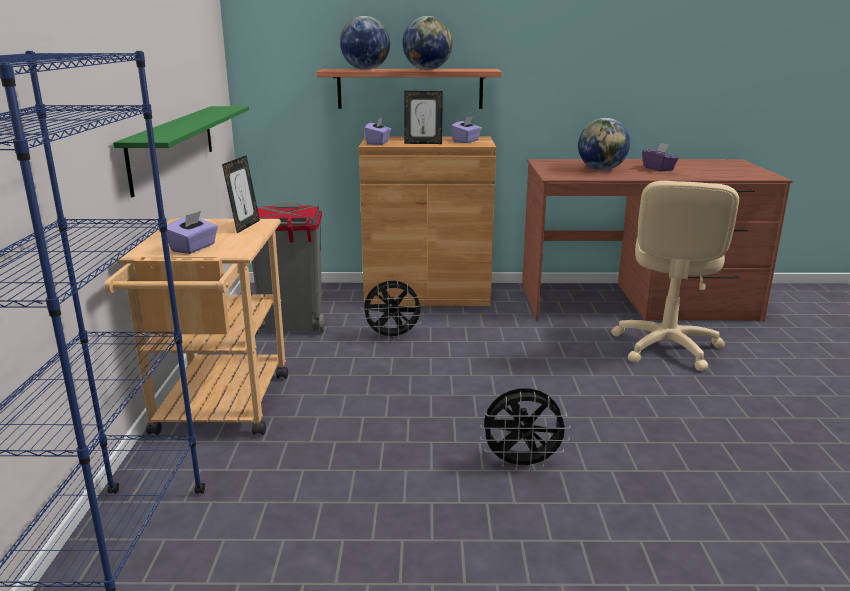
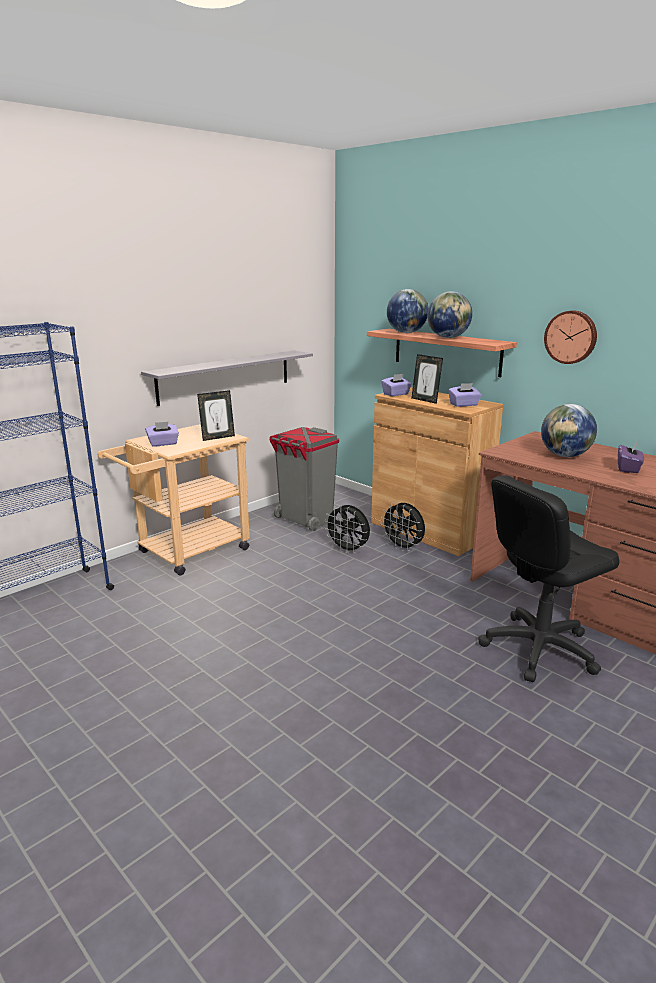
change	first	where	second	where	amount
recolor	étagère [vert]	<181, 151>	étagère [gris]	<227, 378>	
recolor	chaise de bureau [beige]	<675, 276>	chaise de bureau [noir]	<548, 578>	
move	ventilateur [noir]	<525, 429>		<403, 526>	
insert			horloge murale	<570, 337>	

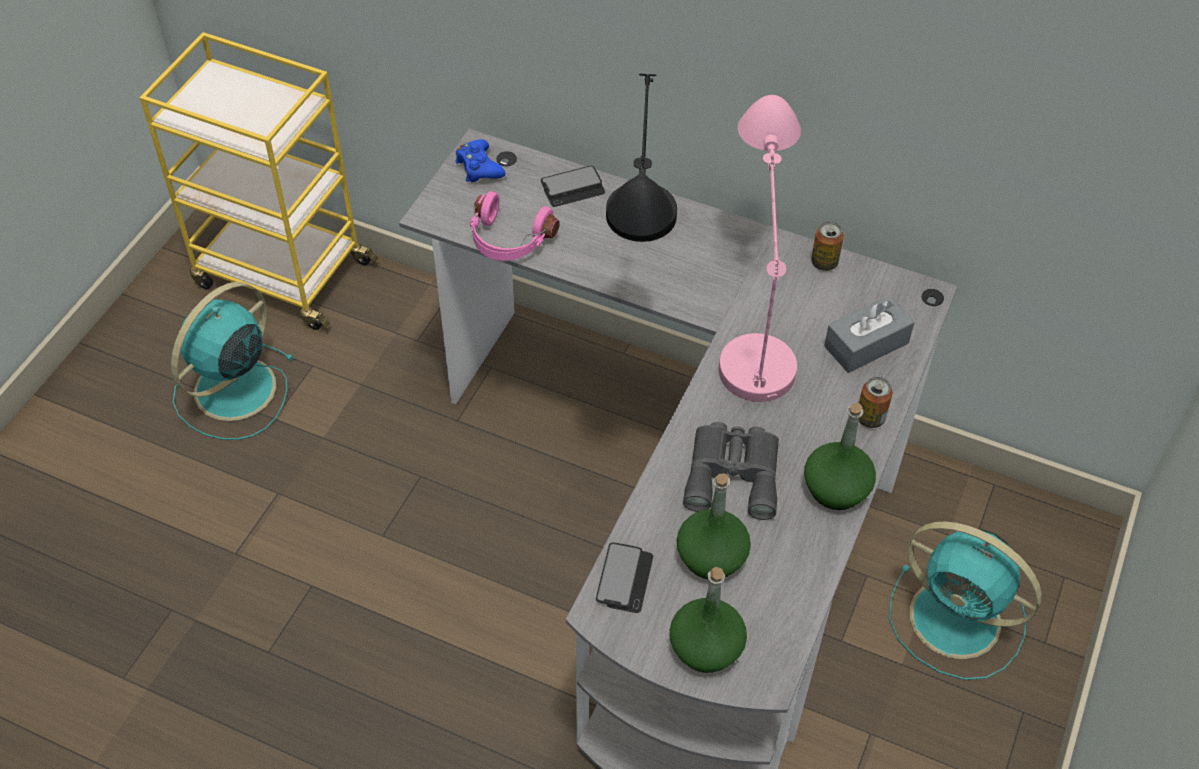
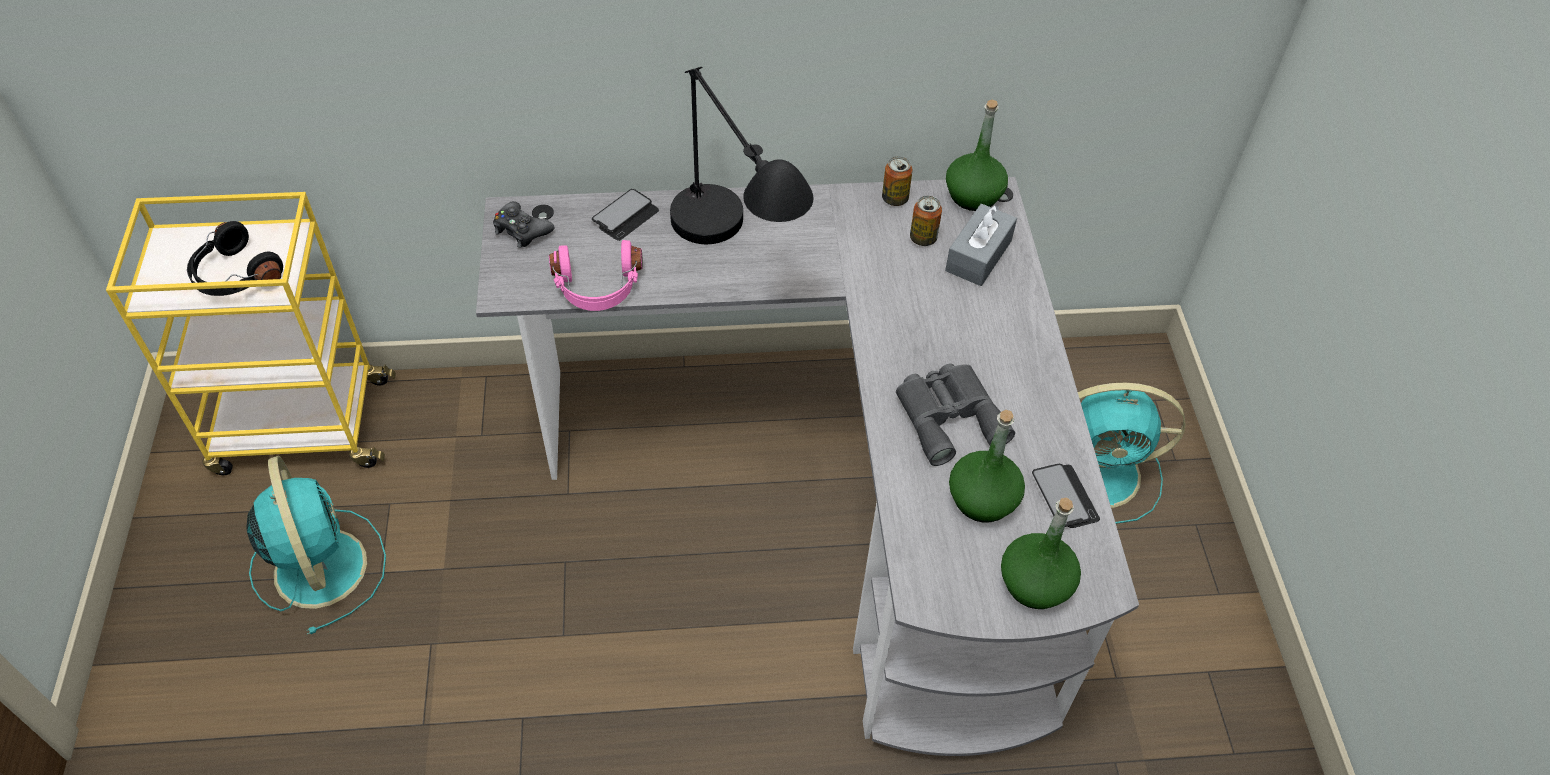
change	first	where	second	where	amount
delete	lampe de table [rose]	<760, 248>			
recolor	manette [bleu]	<480, 160>	manette [noir]	<523, 224>	
rotate	ventilateur [turquoise]	<233, 361>		<316, 545>	150 degrees clockwise
move	boîte métallique	<876, 402>		<926, 221>	
move	bouteille [vert]	<840, 456>		<977, 155>	
move	téléphone	<624, 577>		<1066, 496>	
insert			casque audio [noir]	<235, 258>	

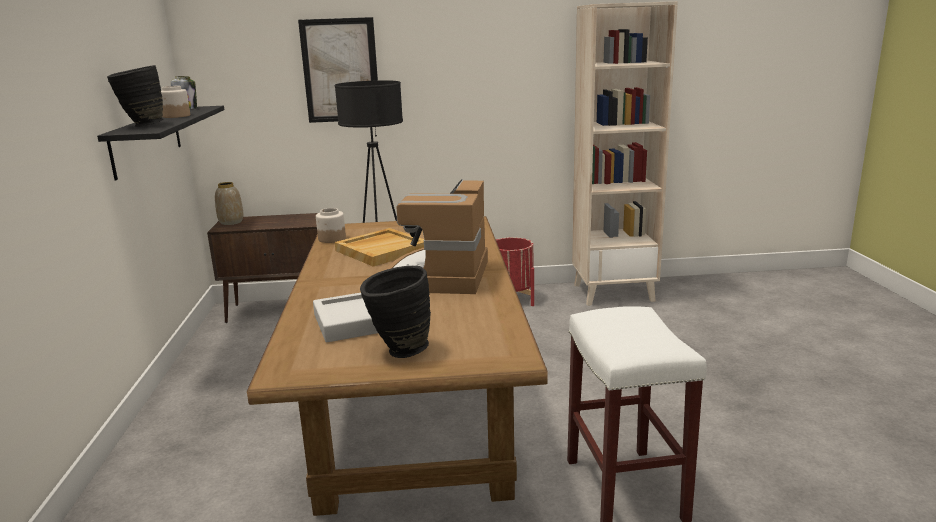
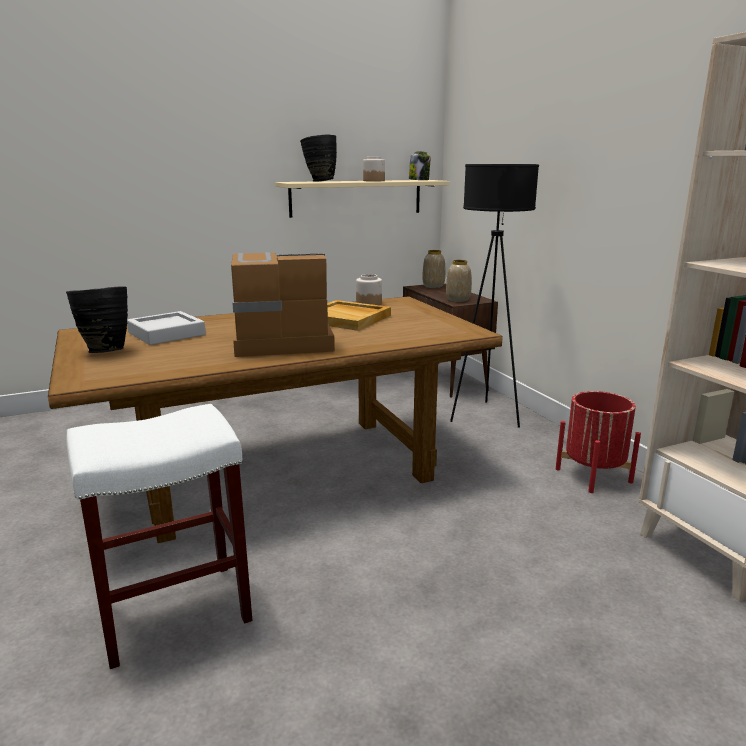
change	first	where	second	where	amount
delete	tableau	<338, 70>			
recolor	étagère [noir]	<160, 143>	étagère [beige]	<362, 199>	
insert			vase	<459, 281>	

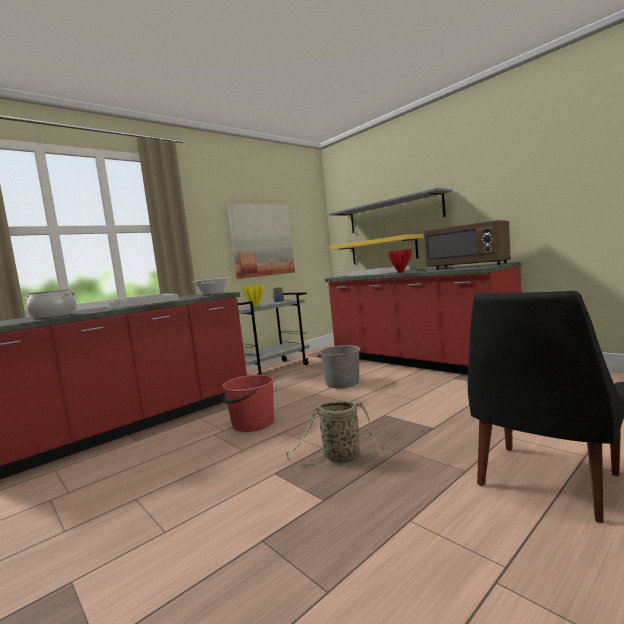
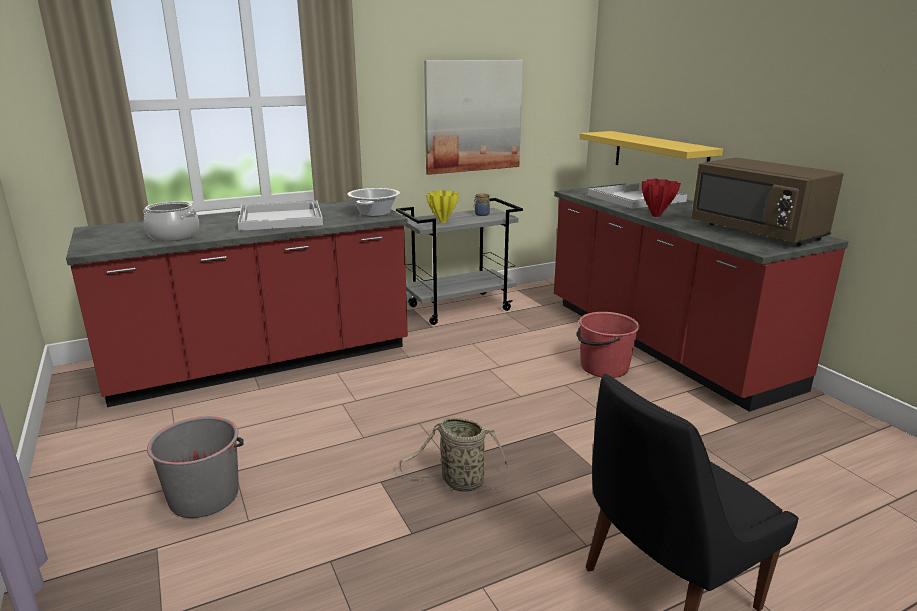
change	first	where	second	where	amount
delete	étagère [gris]	<391, 210>			
move	seau [gris]	<339, 367>		<195, 467>	
move	seau [rouge]	<248, 403>		<608, 345>	

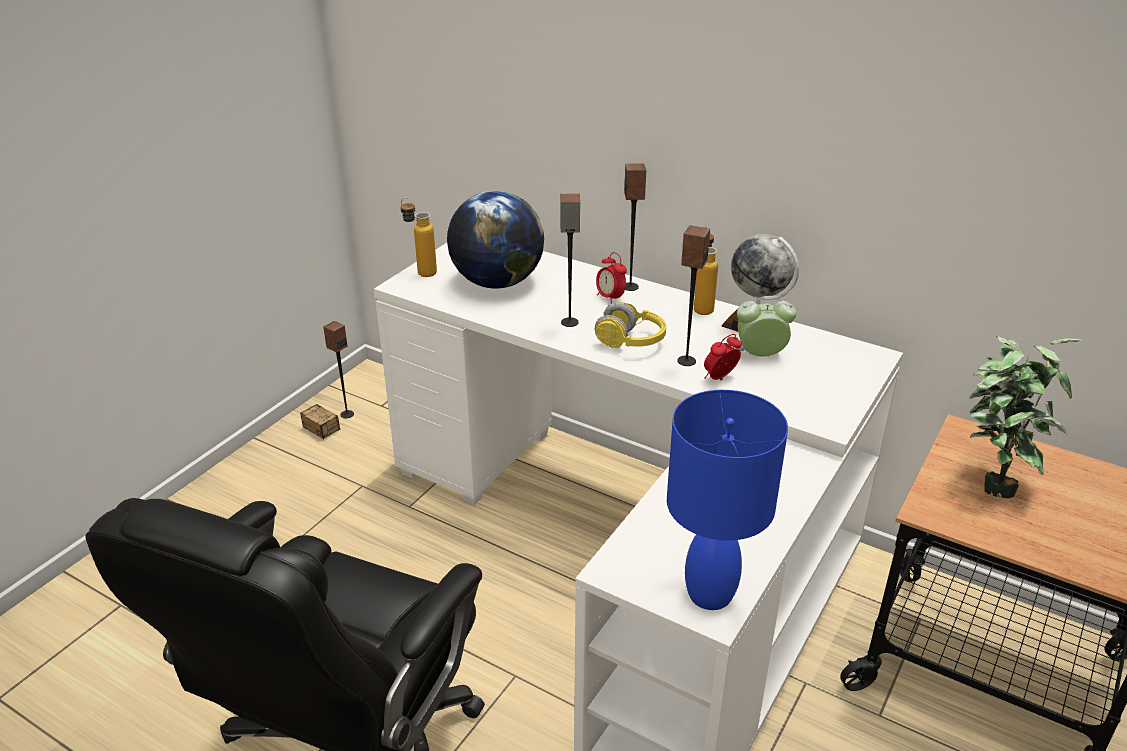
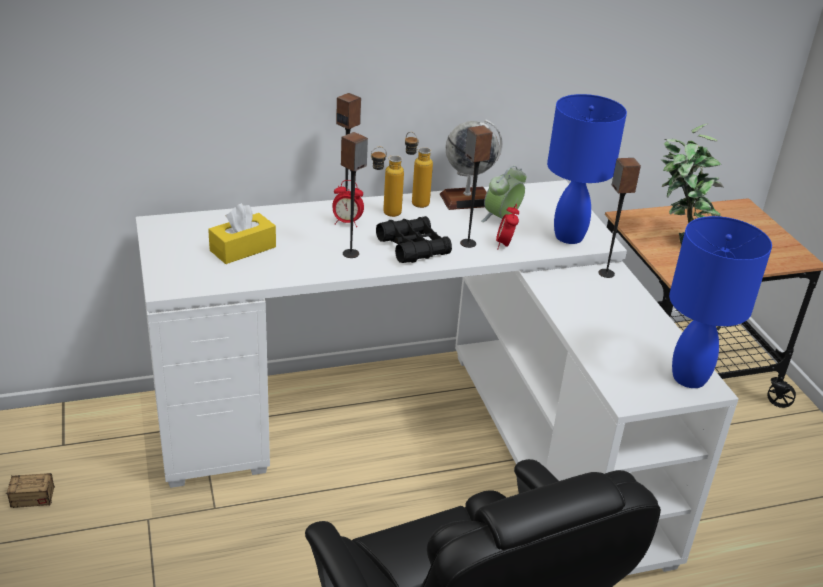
change	first	where	second	where	amount
replace	globe	<495, 239>	boîte à mouchoirs [jaune]	<242, 233>	
move	bouteille	<418, 237>		<387, 182>	
replace	casque audio [jaune]	<630, 325>	jumelles [noir]	<414, 239>	
move	enceinte	<338, 369>		<619, 218>	
insert			lampe de table [bleu]	<587, 169>	

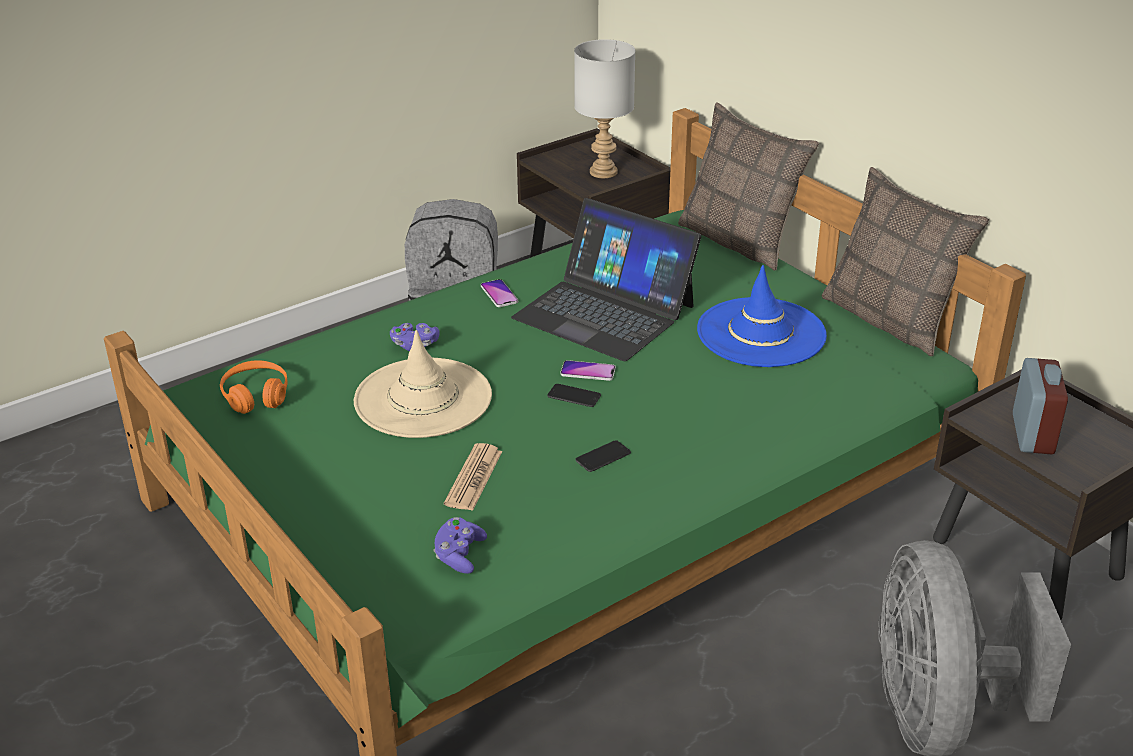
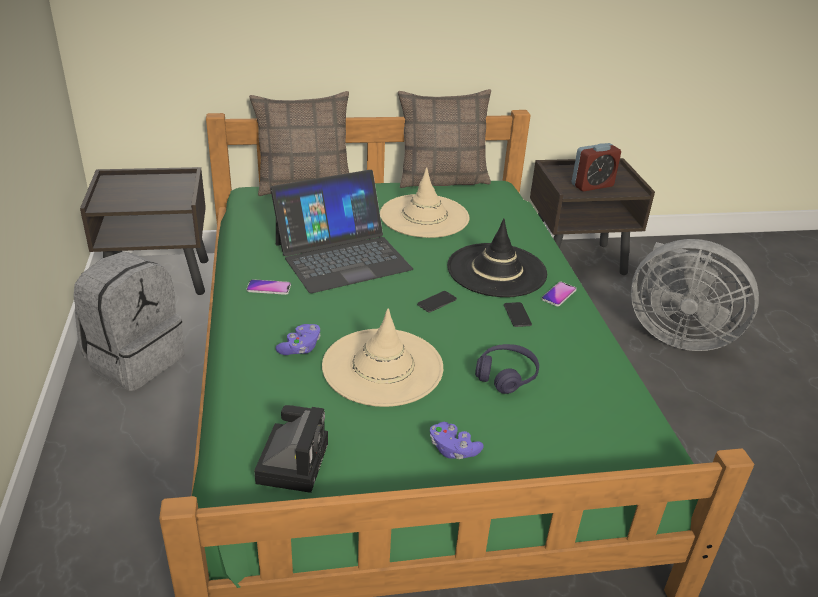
change	first	where	second	where	amount
delete	lampe de table [gris]	<604, 108>			
recolor	chapeau [bleu]	<762, 316>	chapeau [beige]	<424, 202>	
rotate	réveil	<1040, 406>		<596, 167>	120 degrees clockwise
replace	casque audio [orange]	<254, 387>	appareil photo	<291, 449>	
move	téléphone	<588, 370>		<559, 294>	
replace	journal	<473, 477>	casque audio [violet]	<507, 369>	
move	manette [violet]	<460, 545>		<456, 440>	
insert			chapeau [noir]	<497, 257>	

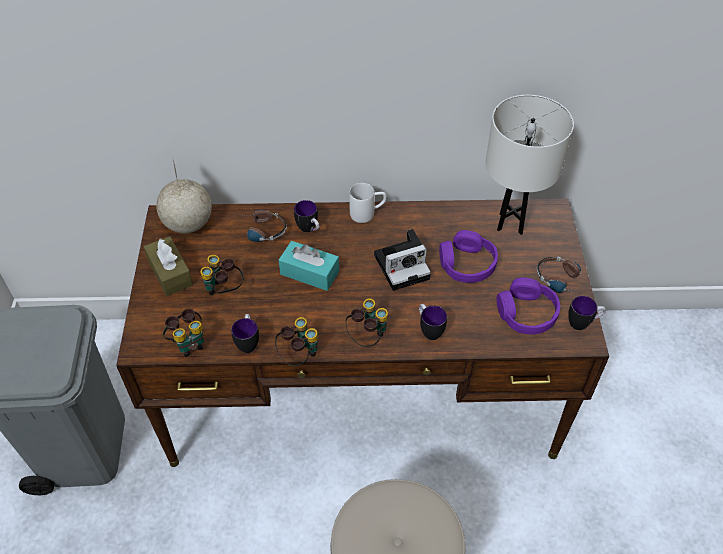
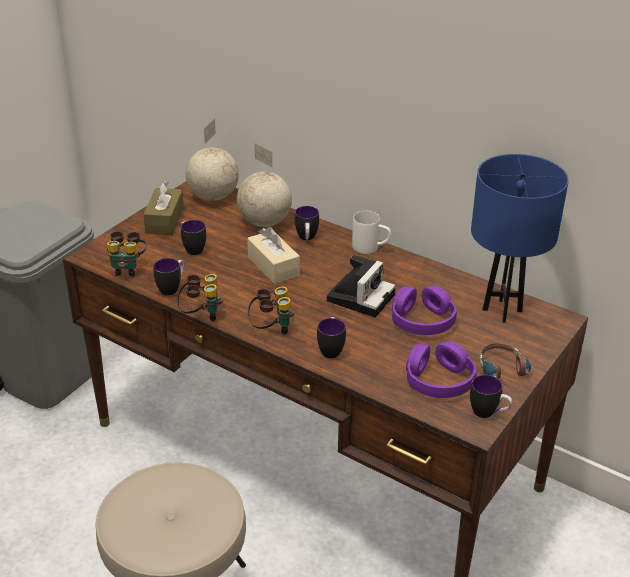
change	first	where	second	where	amount
recolor	lampe de table [blanc]	<530, 165>	lampe de table [bleu]	<520, 238>	
replace	casque audio	<261, 226>	globe	<264, 185>	
rotate	appareil photo	<402, 260>		<361, 286>	75 degrees counterclockwise
recolor	boîte à mouchoirs [turquoise]	<309, 266>	boîte à mouchoirs [beige]	<273, 255>	
replace	jumelles	<222, 275>	mug	<193, 237>	

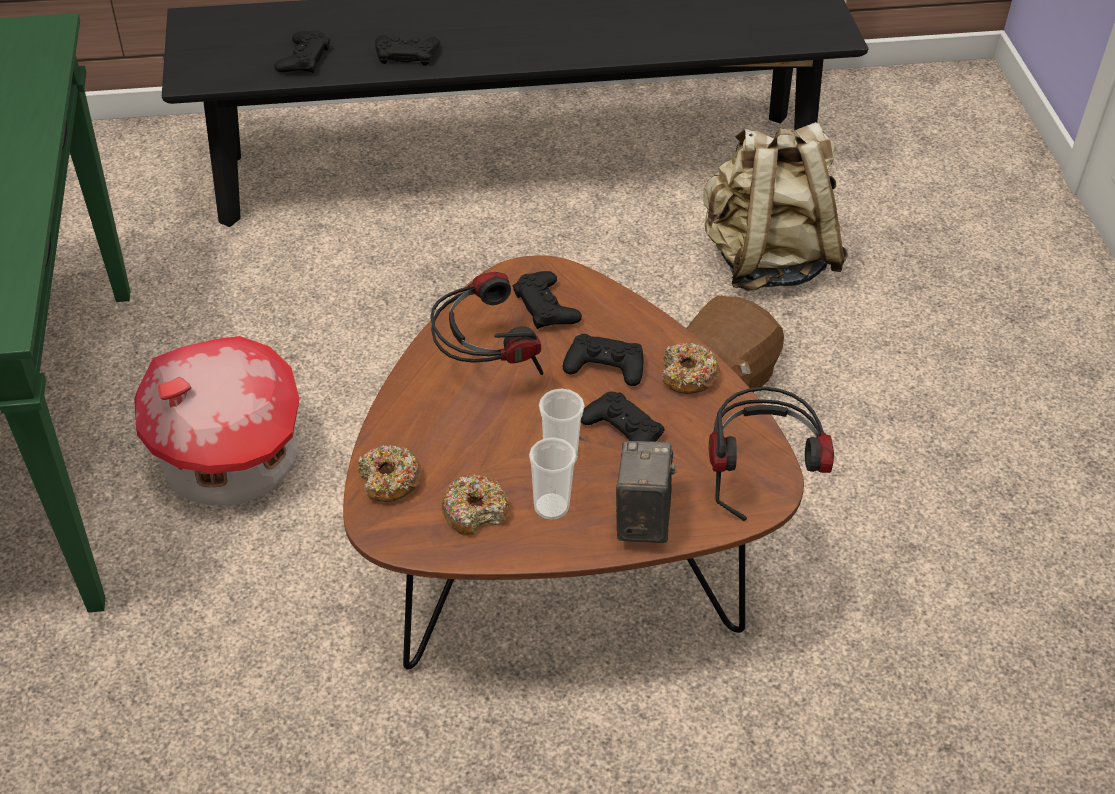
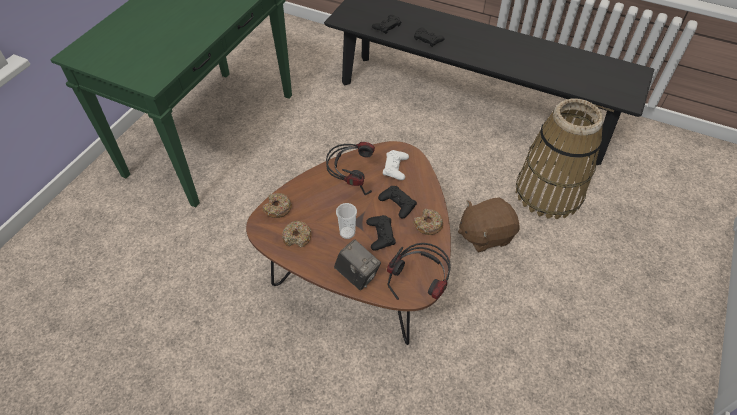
change	first	where	second	where	amount
replace	sac à dos [beige]	<775, 206>	panier	<559, 159>	
recolor	manette [noir]	<547, 300>	manette [blanc]	<396, 165>	
delete	maison miniature	<216, 421>			
delete	tasse	<552, 478>			
rotate	appareil photo	<646, 492>		<357, 264>	90 degrees clockwise

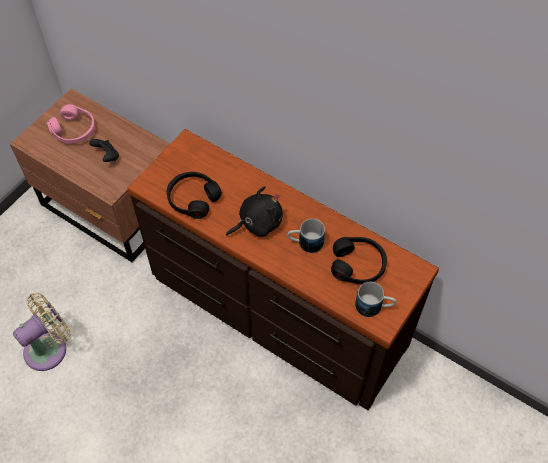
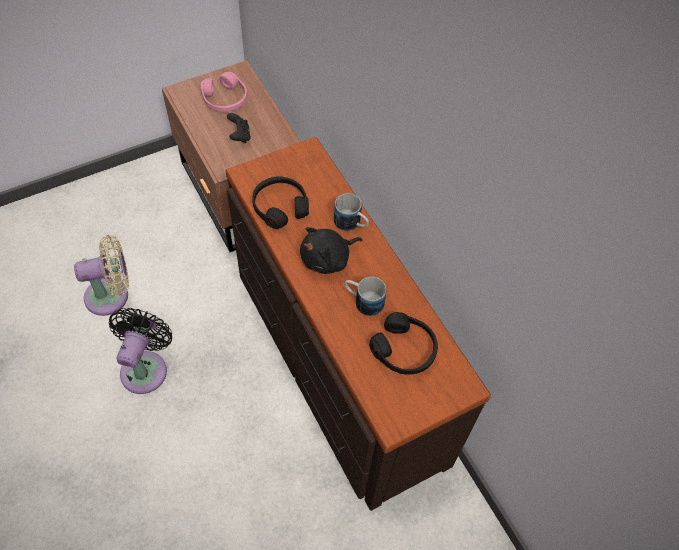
change	first	where	second	where	amount
rotate	peluche [noir]	<254, 211>		<331, 250>	150 degrees clockwise
move	mug	<375, 299>		<351, 212>	
insert			ventilateur [noir]	<140, 351>	

